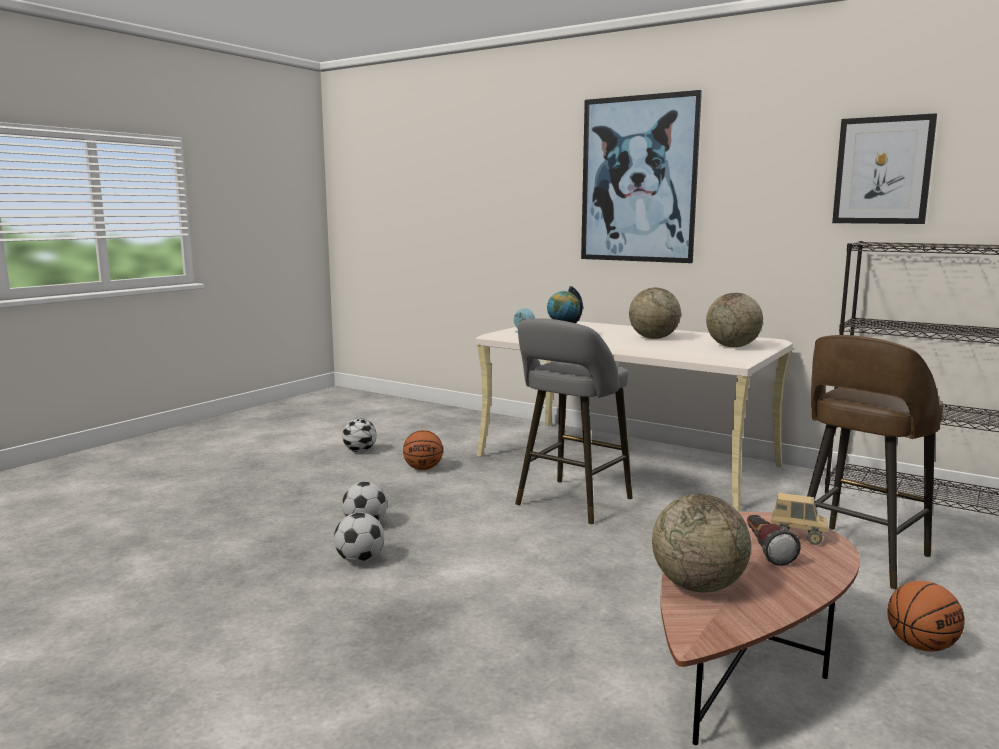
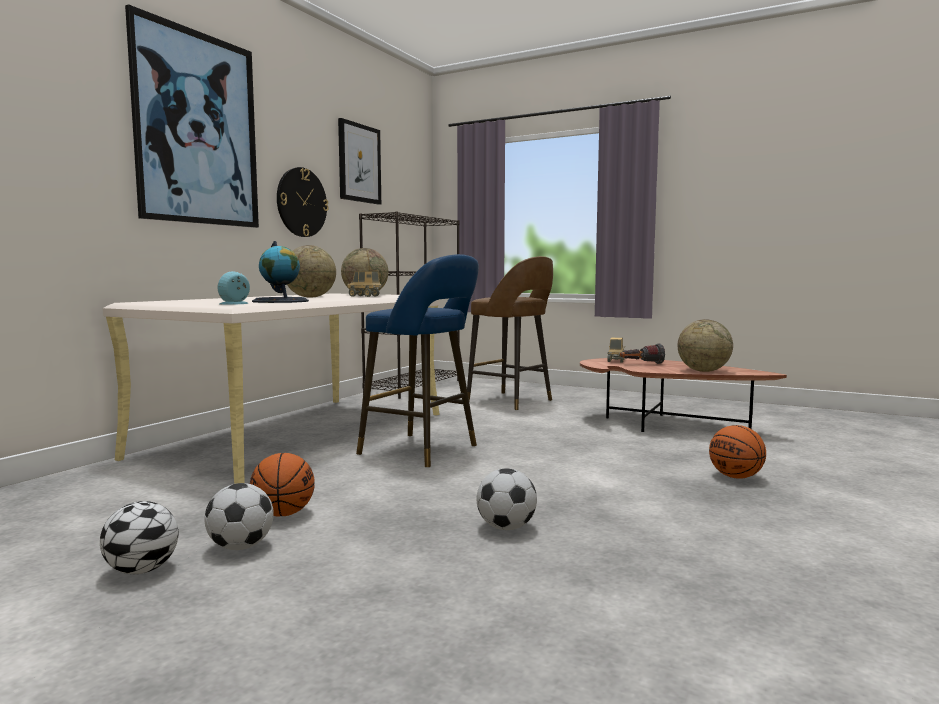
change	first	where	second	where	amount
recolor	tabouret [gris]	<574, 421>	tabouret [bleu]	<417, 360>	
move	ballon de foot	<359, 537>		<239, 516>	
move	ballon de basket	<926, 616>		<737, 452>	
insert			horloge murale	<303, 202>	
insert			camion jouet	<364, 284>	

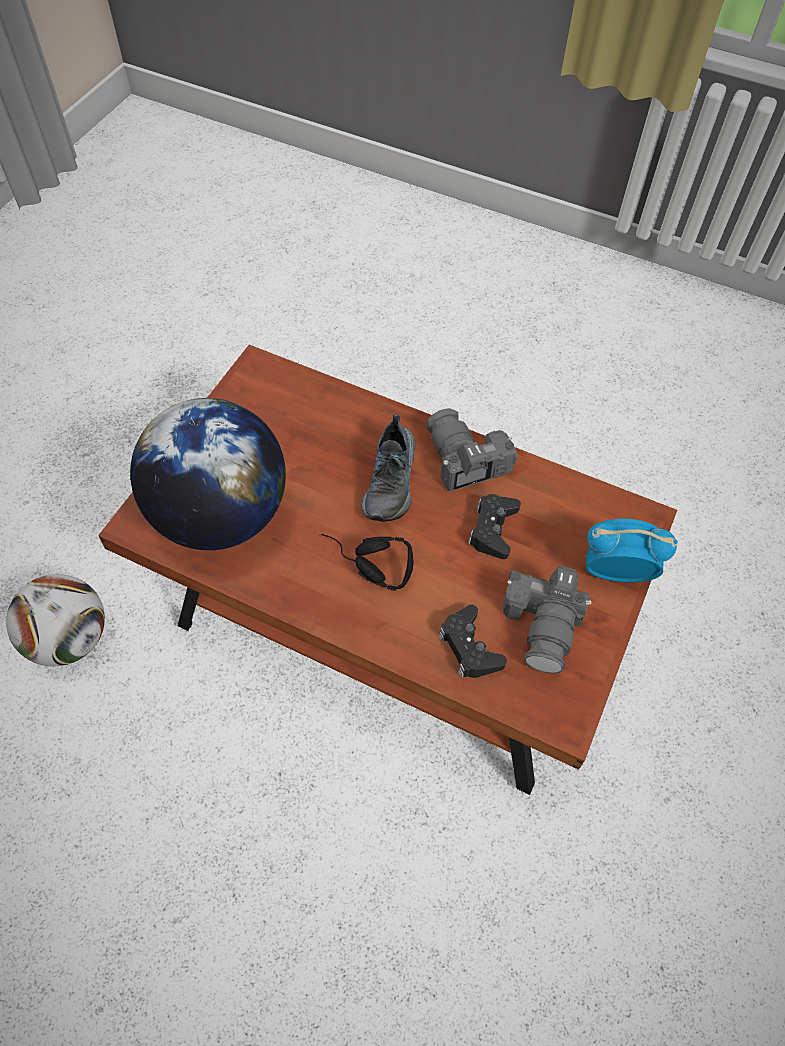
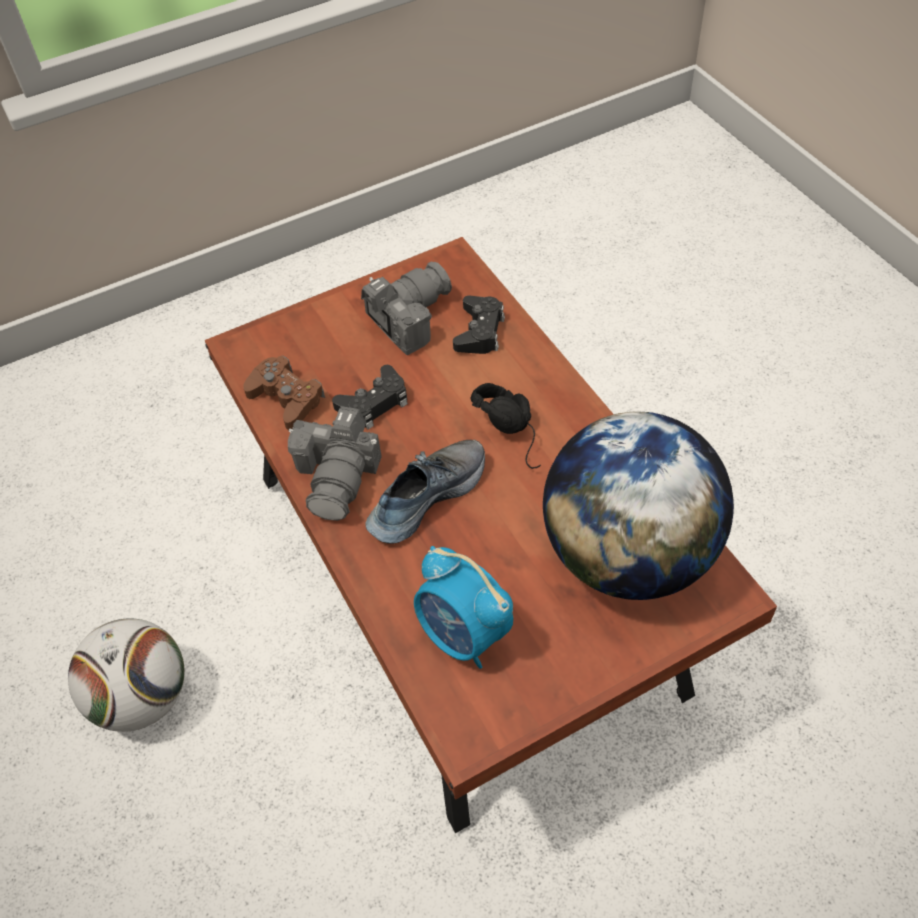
change	first	where	second	where	amount
move	réveil	<631, 551>		<463, 607>	
move	ballon de foot	<55, 620>		<126, 675>	
insert			manette [marron]	<284, 393>	

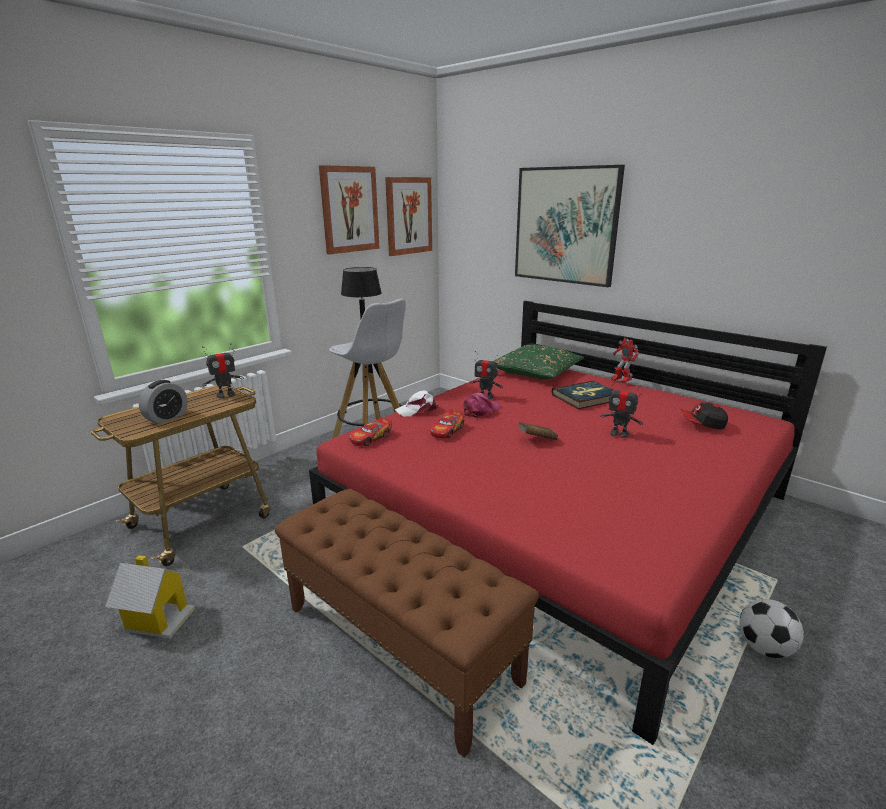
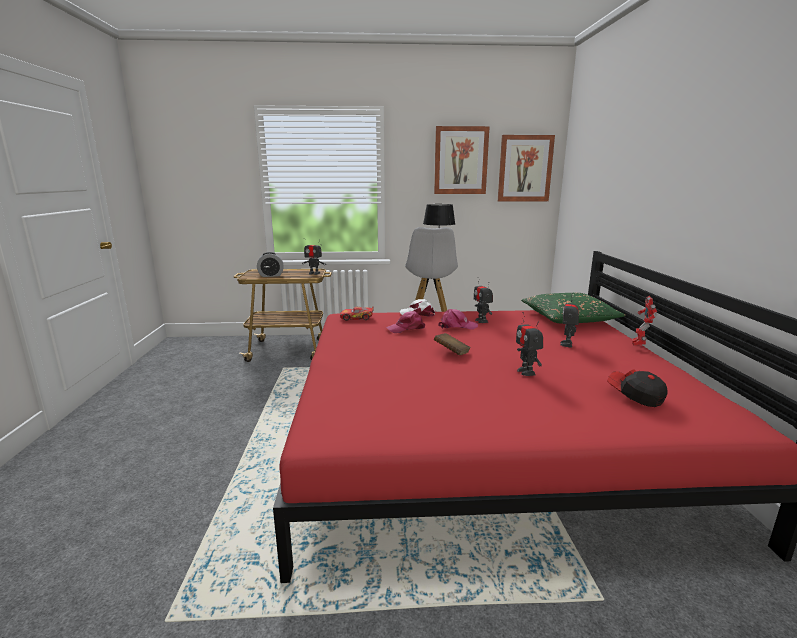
change	first	where	second	where	amount
delete	tableau	<570, 226>			
replace	livre	<583, 395>	robot jouet	<569, 320>	
replace	petite voiture	<447, 423>	casquette [rose]	<405, 322>	
delete	banc [marron]	<407, 623>			
delete	maison miniature	<150, 597>			
delete	ballon de foot	<771, 628>			

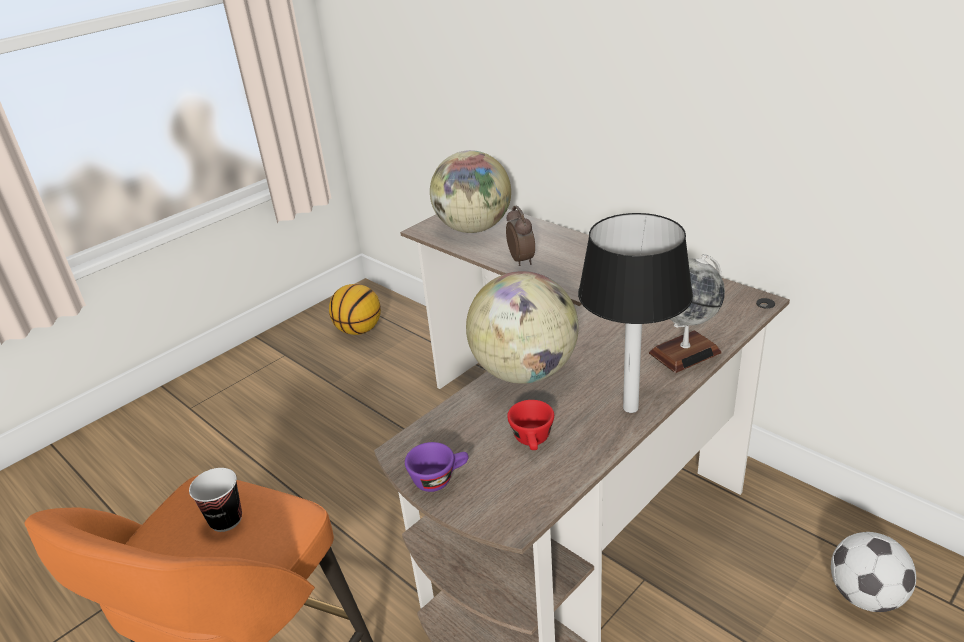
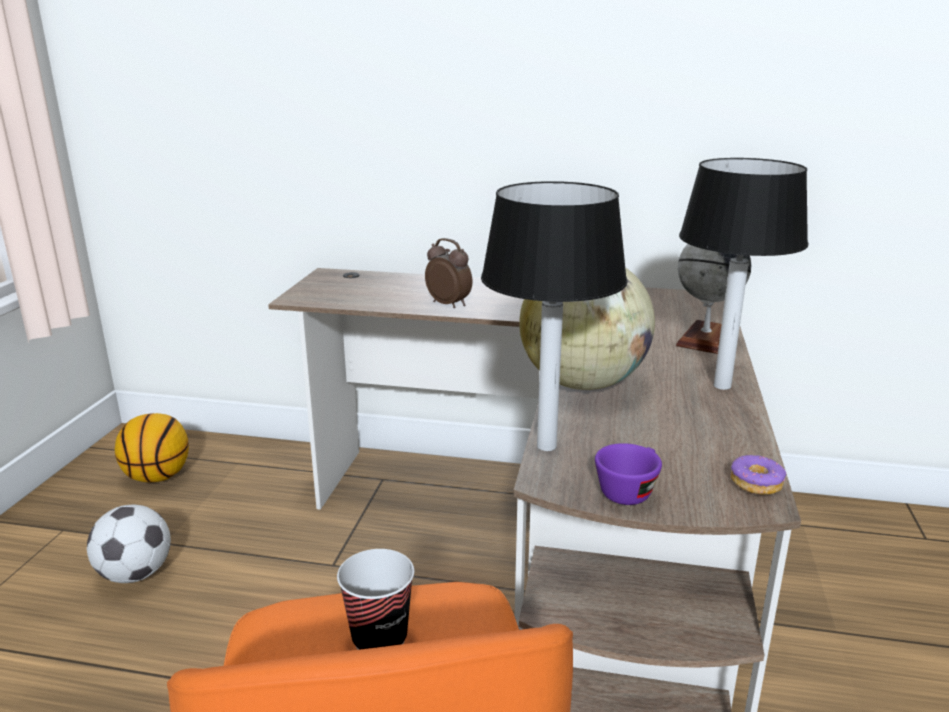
change	first	where	second	where	amount
delete	globe	<470, 191>			
delete	tasse [rouge]	<530, 425>			
move	ballon de foot	<873, 572>		<129, 544>	
insert			lampe de table	<554, 316>	
insert			beignet	<758, 475>	

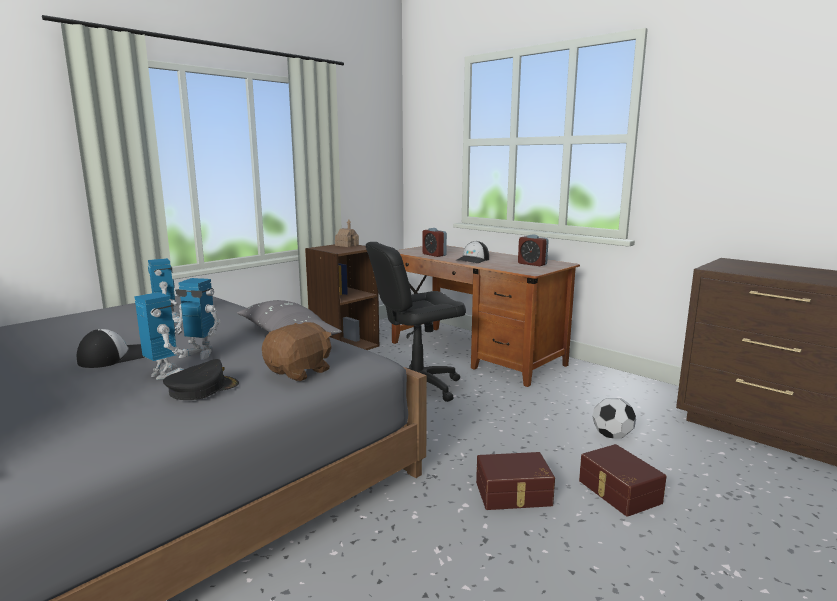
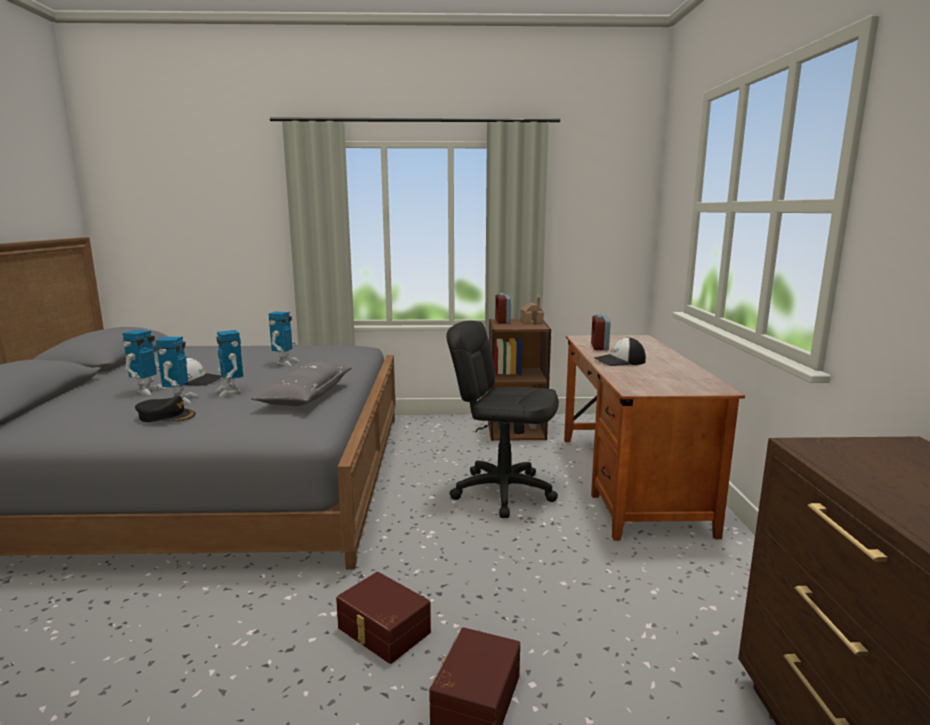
change	first	where	second	where	amount
move	réveil	<533, 250>		<503, 308>	
delete	peluche [marron]	<297, 351>			
delete	ballon de foot	<614, 418>			
insert			robot jouet	<144, 363>	

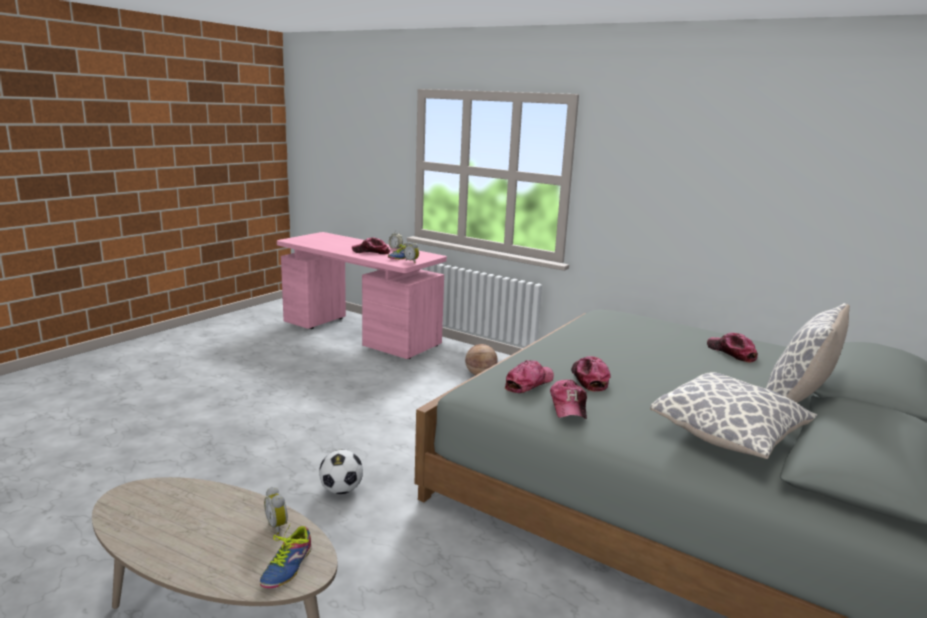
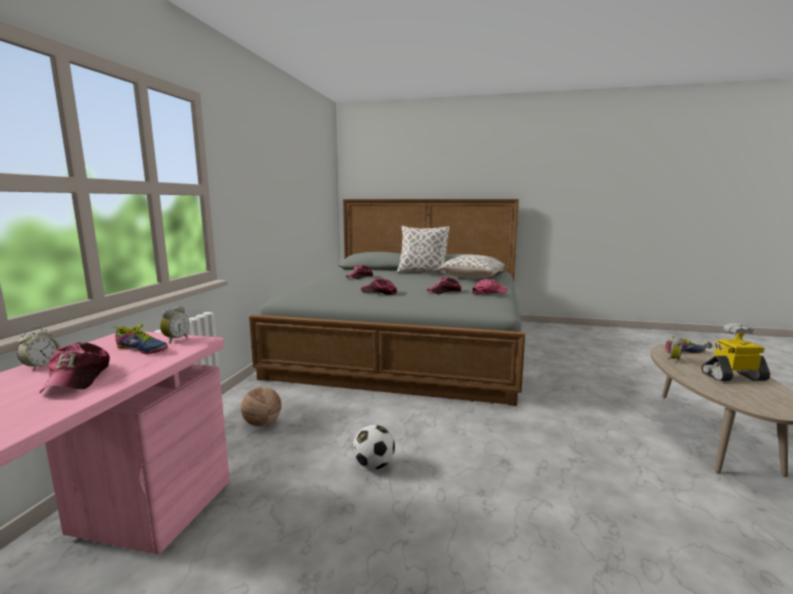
change	first	where	second	where	amount
move	casquette	<529, 376>		<379, 286>	
move	ballon de foot	<341, 472>		<373, 447>	
insert			robot jouet	<735, 352>	

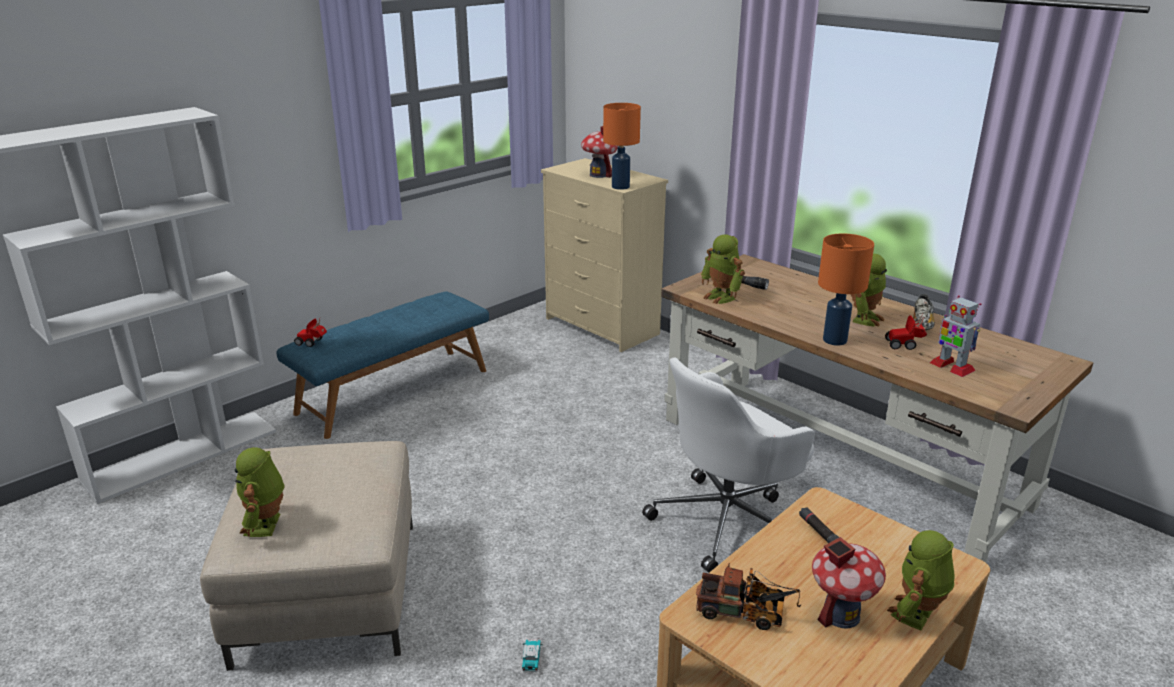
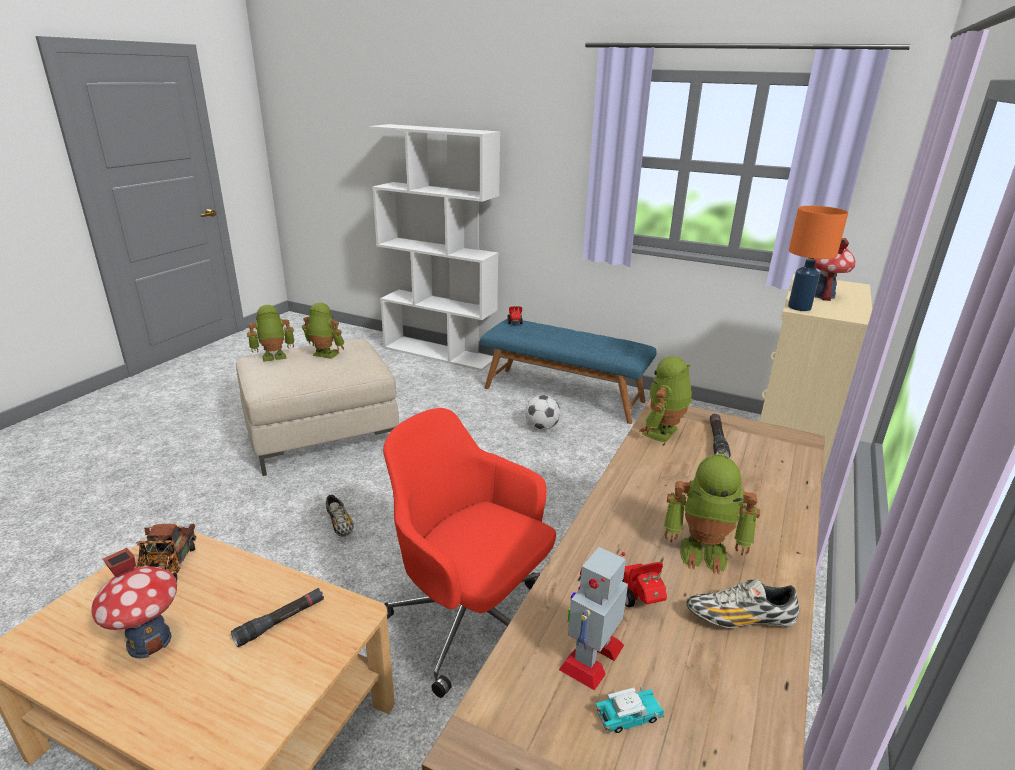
change	first	where	second	where	amount
delete	lampe de table [orange]	<846, 289>			
recolor	chaise de bureau [blanc]	<728, 465>	chaise de bureau [rouge]	<469, 553>	
move	robot jouet	<921, 580>		<323, 331>	
move	petite voiture	<532, 656>		<630, 709>	
insert			ballon de foot	<542, 412>	
insert			chaussure	<340, 515>	

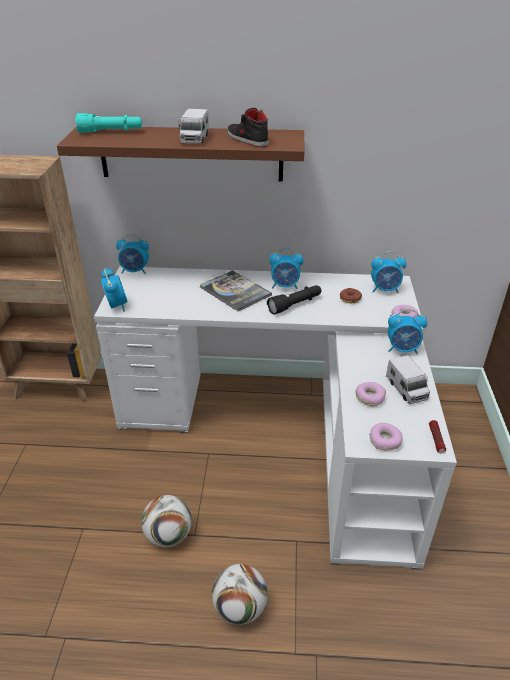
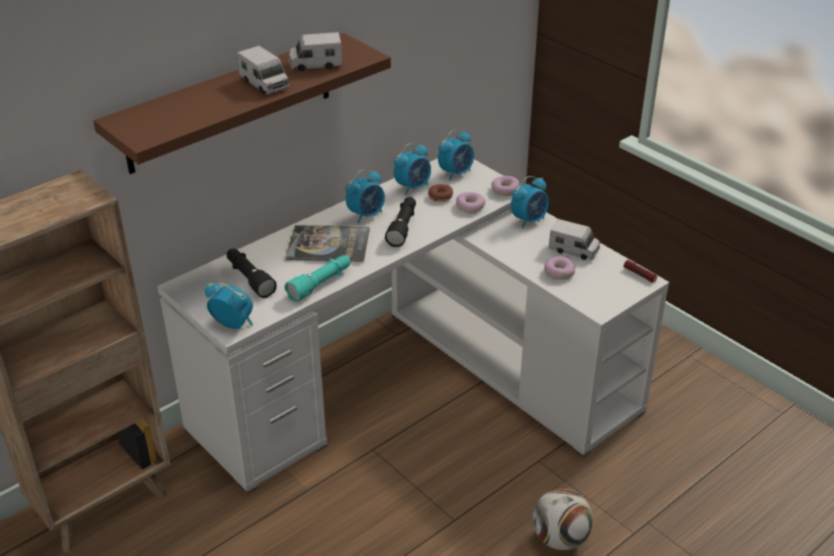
change	first	where	second	where	amount
replace	chaussure [noir]	<248, 127>	camion jouet	<315, 51>	
move	lampe de poche [turquoise]	<108, 123>		<317, 278>	
move	réveil	<132, 254>		<412, 169>	
move	beignet	<385, 436>		<471, 203>	
delete	ballon de foot	<166, 521>			
insert			lampe de poche [noir]	<252, 273>	

